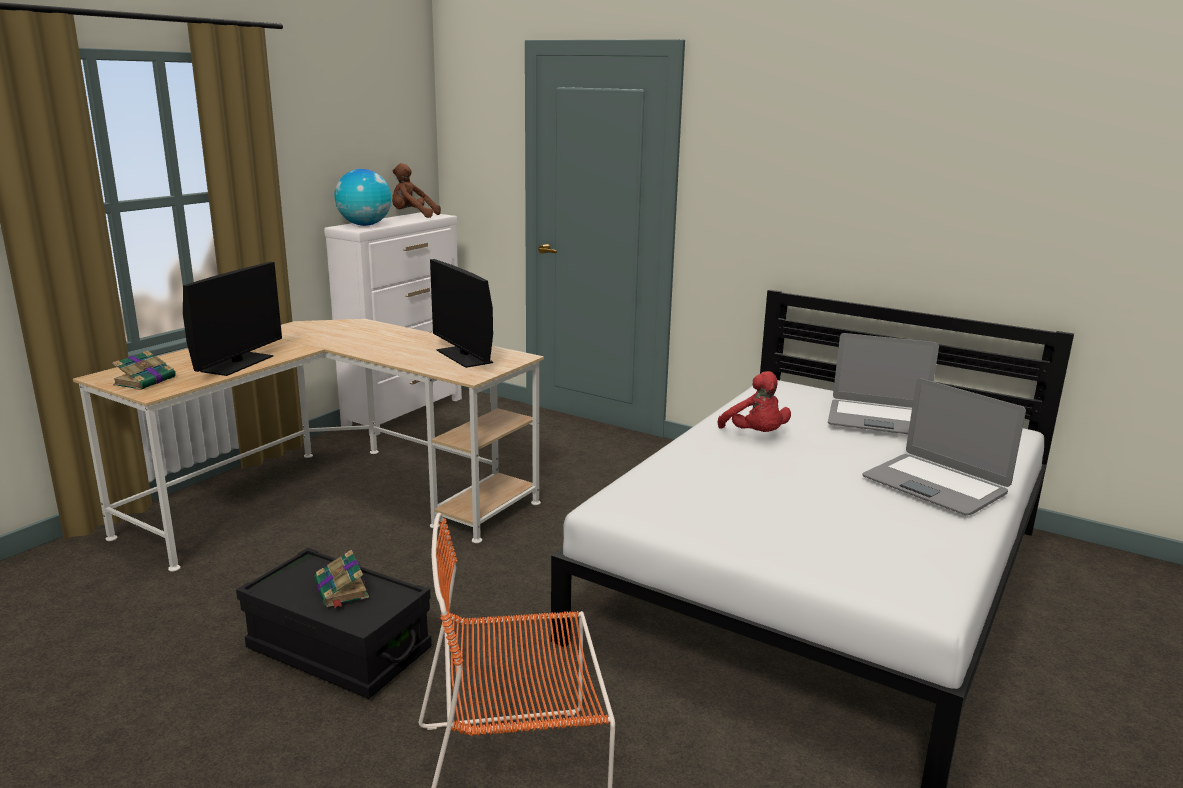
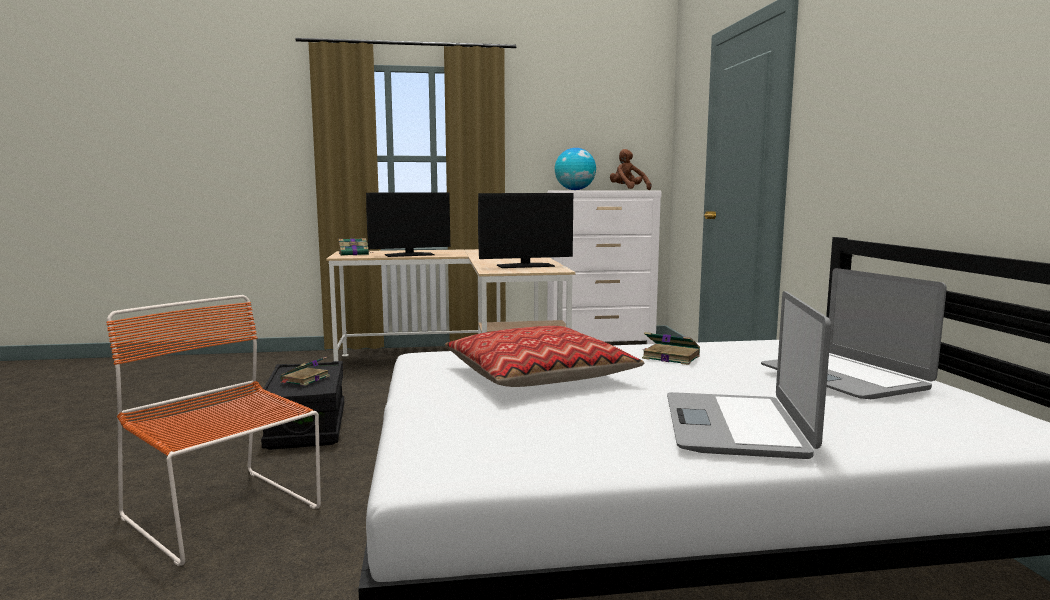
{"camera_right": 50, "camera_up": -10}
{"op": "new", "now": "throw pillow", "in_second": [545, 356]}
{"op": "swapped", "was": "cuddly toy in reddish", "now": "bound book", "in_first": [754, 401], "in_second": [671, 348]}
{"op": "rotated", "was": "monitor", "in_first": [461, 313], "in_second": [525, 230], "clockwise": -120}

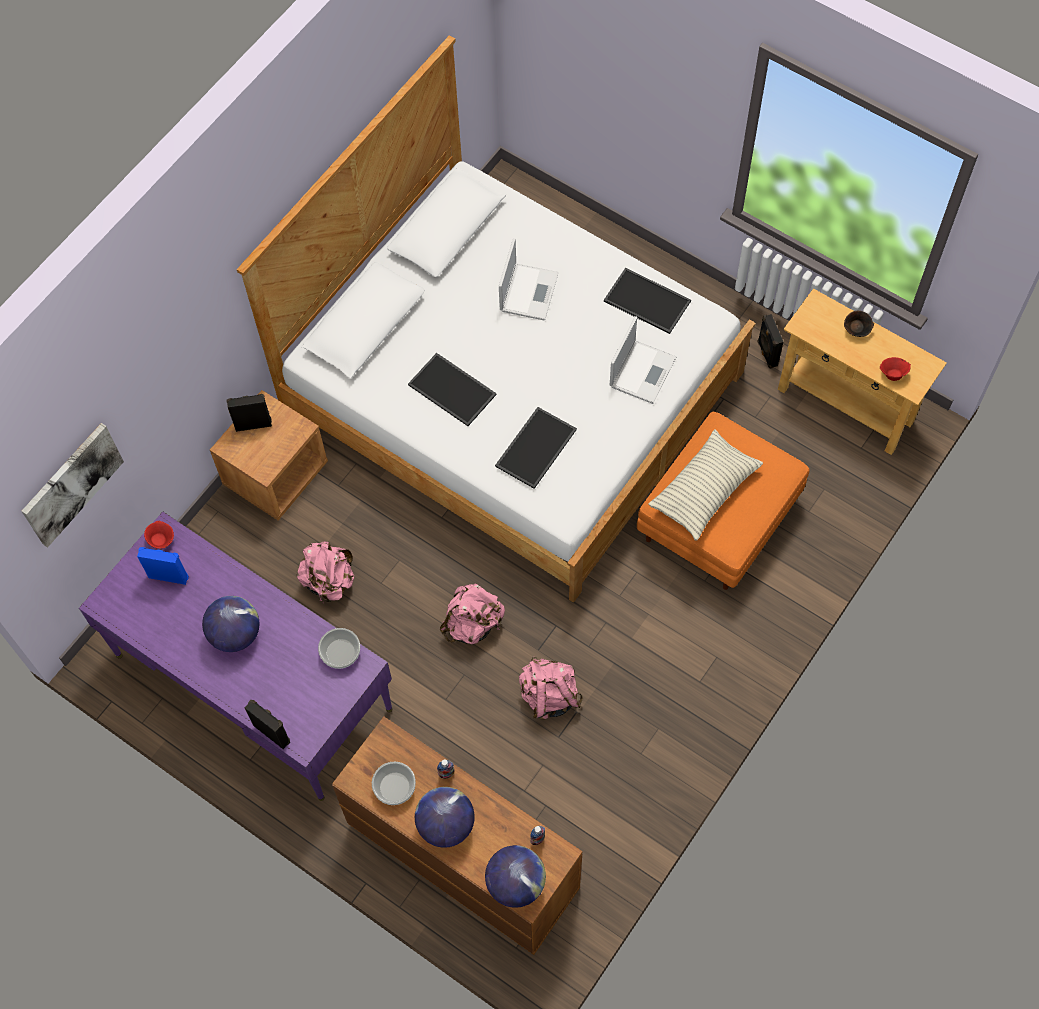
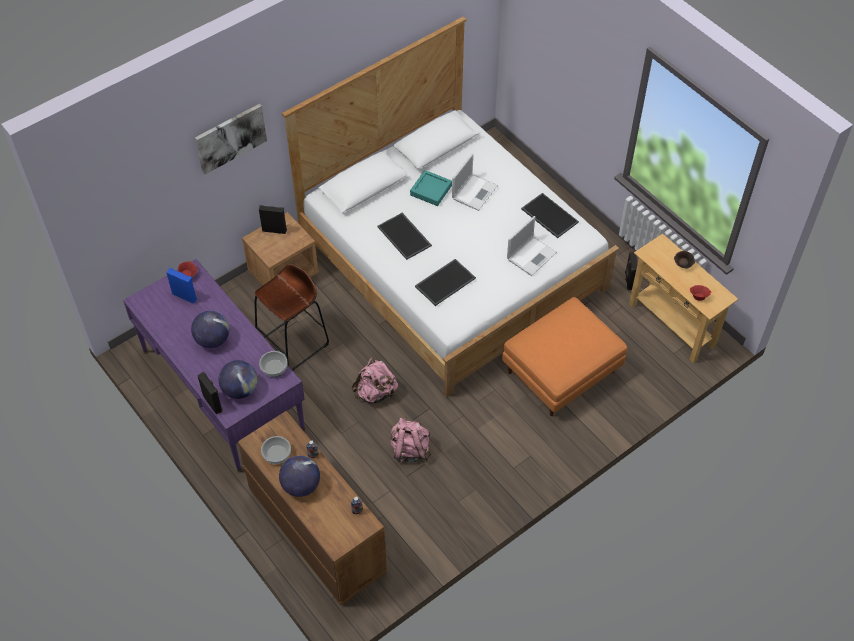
{"camera_right": 15, "camera_up": -10}
{"op": "gone", "was": "throw pillow", "in_first": [705, 485]}
{"op": "new", "now": "tray in turquoise-coloured", "in_second": [431, 188]}
{"op": "shifted", "was": "wall art", "in_first": [73, 485], "in_second": [231, 139]}
{"op": "shifted", "was": "world globe", "in_first": [515, 876], "in_second": [238, 379]}
{"op": "swapped", "was": "backpack in pink-coloured", "now": "sitting stool in brown-coloured", "in_first": [325, 571], "in_second": [291, 317]}

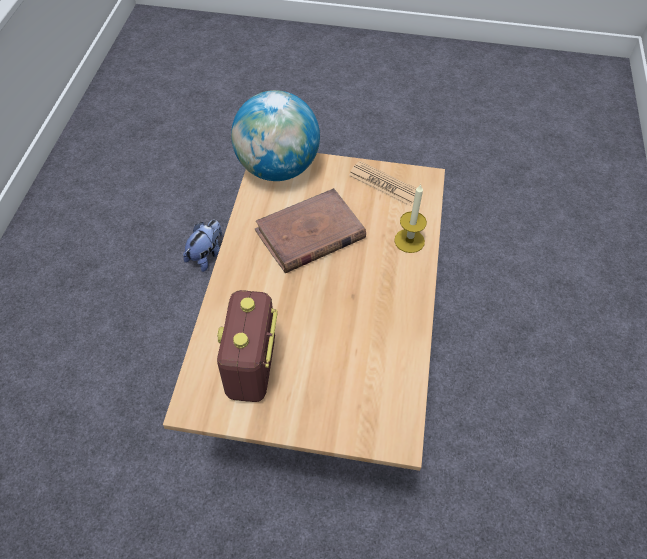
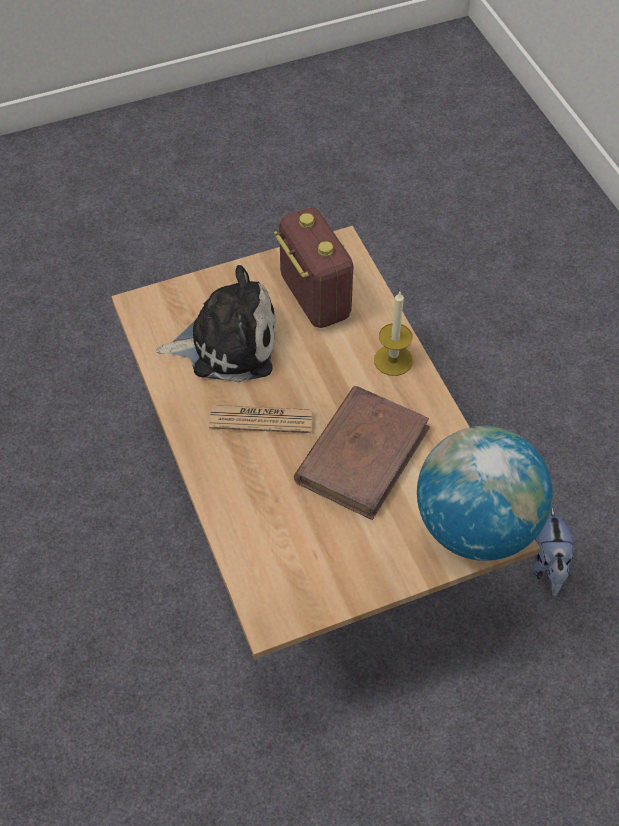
{"camera_right": 150, "camera_up": 0}
{"op": "new", "now": "cuddly toy", "in_second": [216, 323]}
{"op": "shifted", "was": "printed paper", "in_first": [382, 183], "in_second": [261, 419]}
{"op": "shifted", "was": "wax light", "in_first": [410, 218], "in_second": [393, 334]}

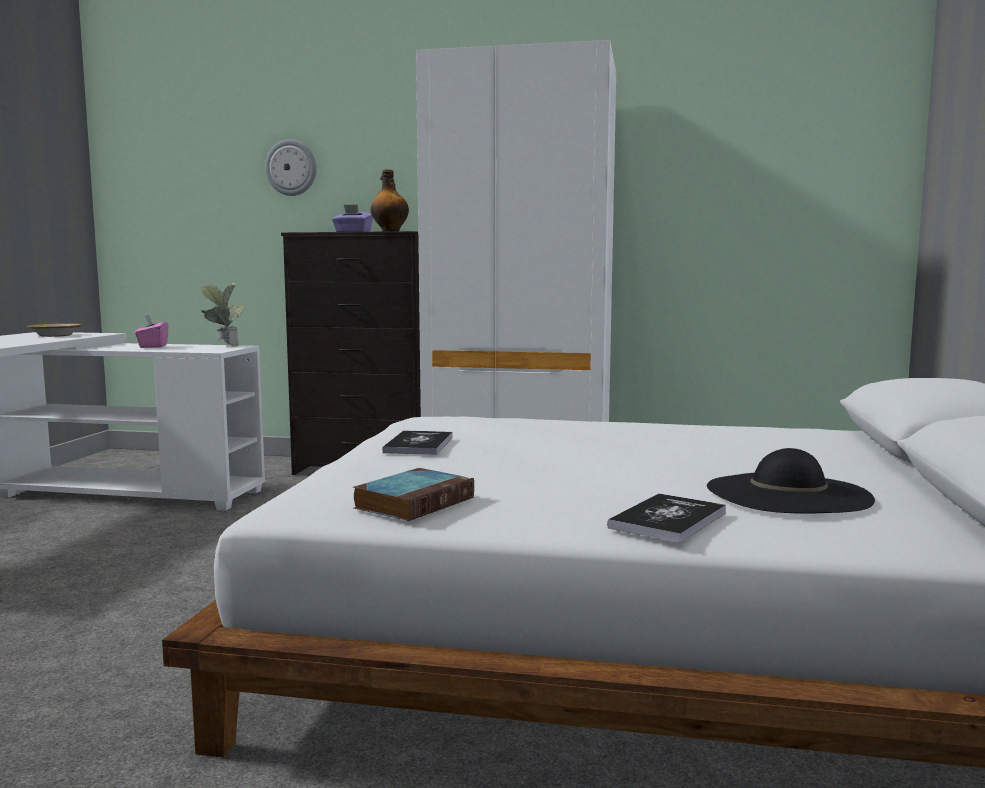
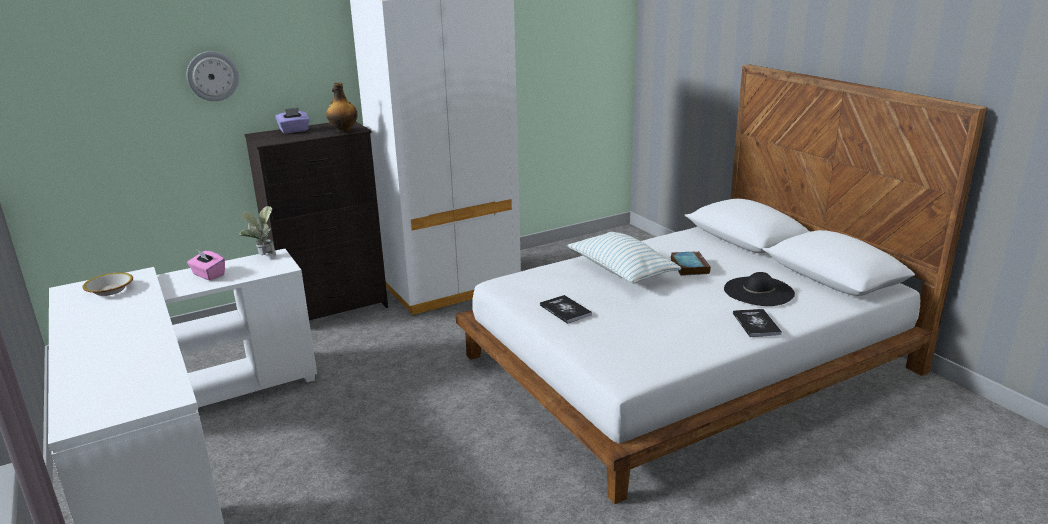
{"camera_right": -40, "camera_up": 15}
{"op": "new", "now": "throw pillow", "in_second": [624, 257]}
{"op": "shifted", "was": "bound book", "in_first": [413, 494], "in_second": [691, 263]}

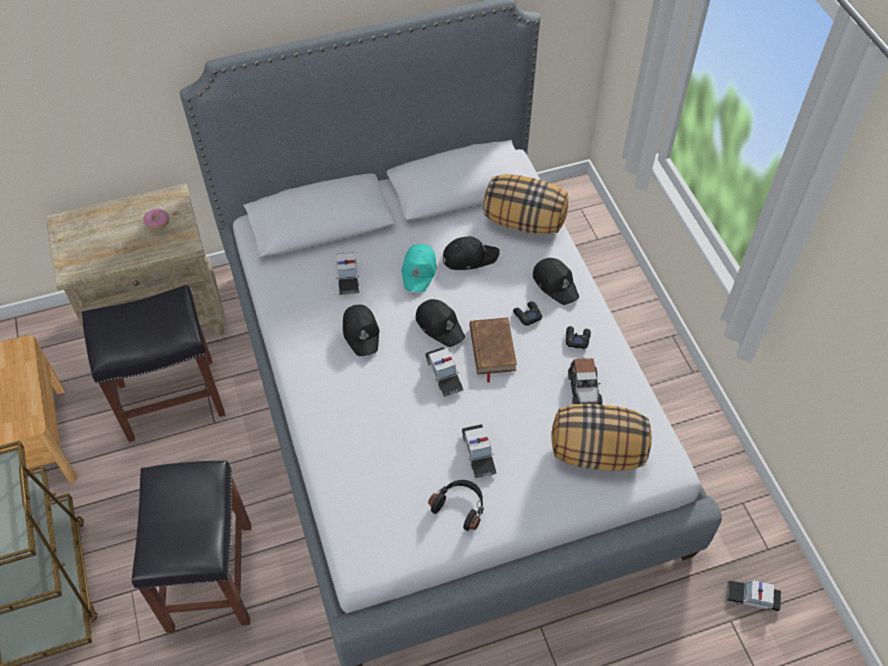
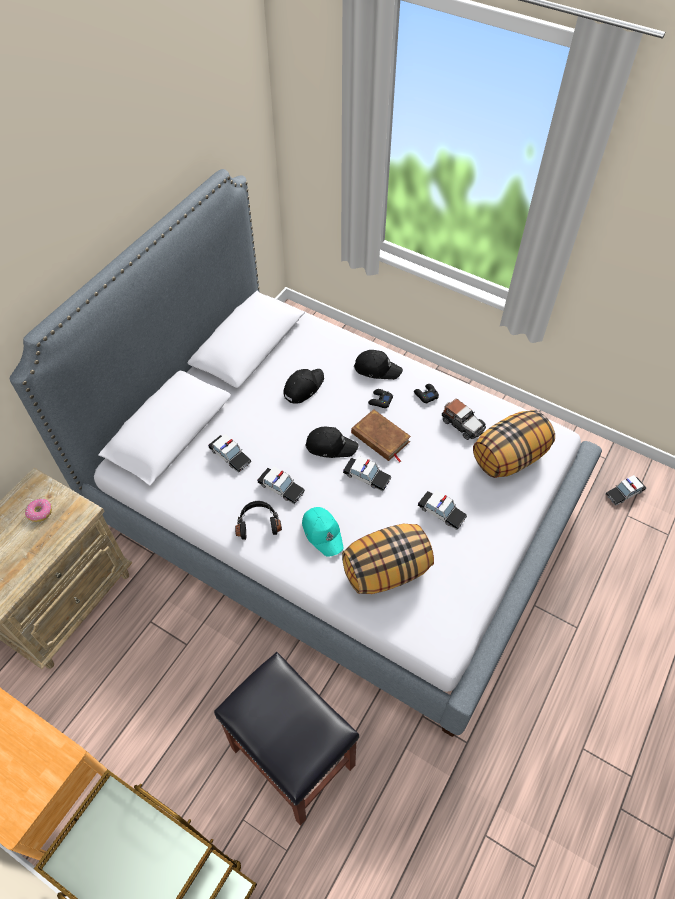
{"camera_right": -40, "camera_up": 0}
{"op": "gone", "was": "sitting stool in blackish", "in_first": [153, 363]}
{"op": "shifted", "was": "baseball cap in turquoise-coloured", "in_first": [418, 268], "in_second": [322, 532]}
{"op": "shifted", "was": "pair of headphones in blackish", "in_first": [456, 505], "in_second": [258, 520]}
{"op": "shifted", "was": "throw pillow", "in_first": [525, 204], "in_second": [388, 559]}
{"op": "swapped", "was": "baseball cap in blackish", "now": "miniature car", "in_first": [361, 330], "in_second": [281, 485]}

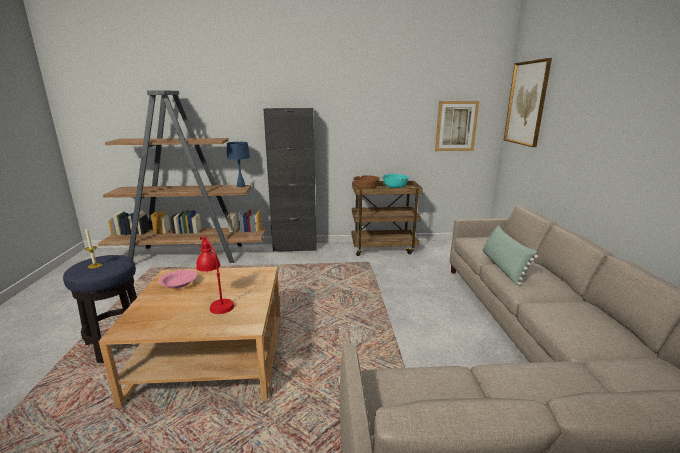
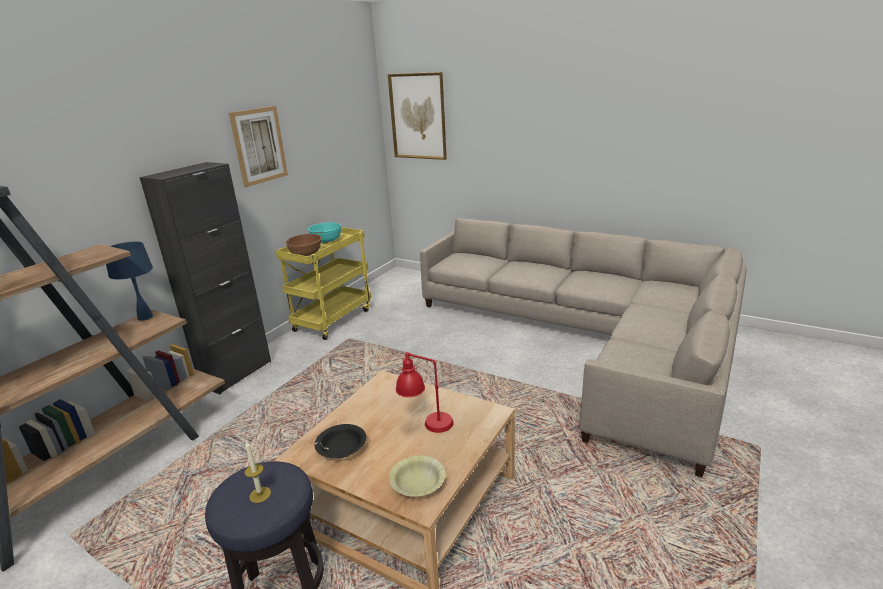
{"camera_right": -55, "camera_up": 5}
{"op": "gone", "was": "throw pillow in green", "in_first": [510, 255]}
{"op": "new", "now": "bowl in yellow", "in_second": [417, 476]}
{"op": "shifted", "was": "wall art", "in_first": [457, 126], "in_second": [258, 146]}
{"op": "repainted", "was": "bowl in pink-coloured", "now": "bowl in blackish", "in_first": [177, 279], "in_second": [340, 441]}
{"op": "repainted", "was": "trolley in brown-coloured", "now": "trolley in yellow", "in_first": [387, 218], "in_second": [324, 283]}

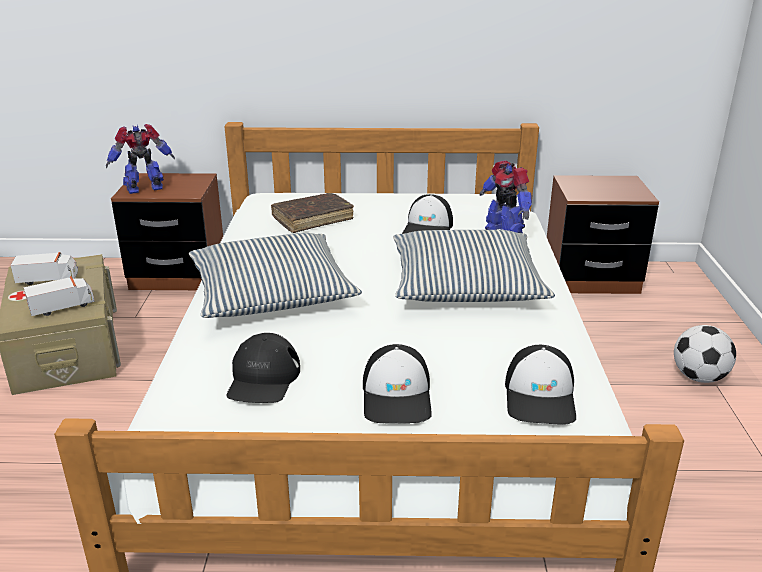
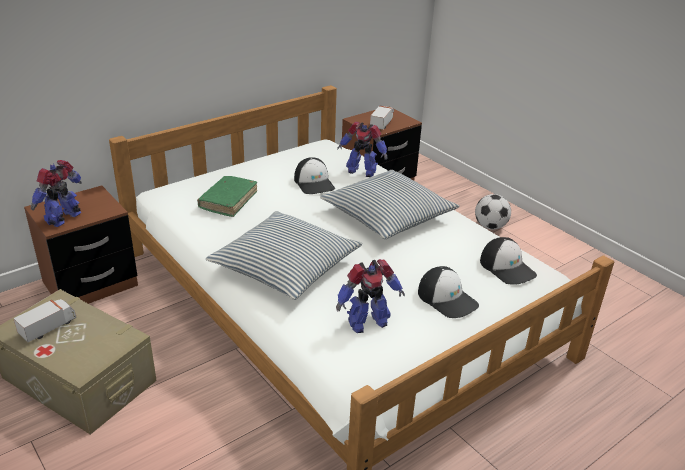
{"camera_right": -40, "camera_up": 5}
{"op": "shifted", "was": "model truck", "in_first": [59, 296], "in_second": [382, 117]}
{"op": "swapped", "was": "baseball cap in blackish", "now": "toy robot", "in_first": [263, 368], "in_second": [370, 296]}
{"op": "repainted", "was": "bound book in brown-coloured", "now": "bound book in green", "in_first": [312, 213], "in_second": [227, 196]}

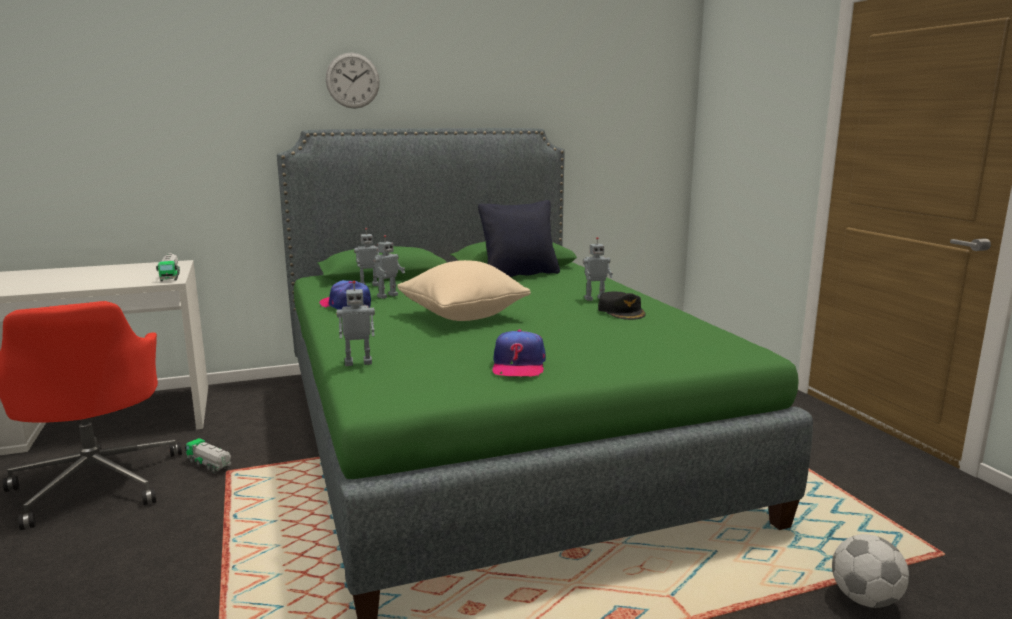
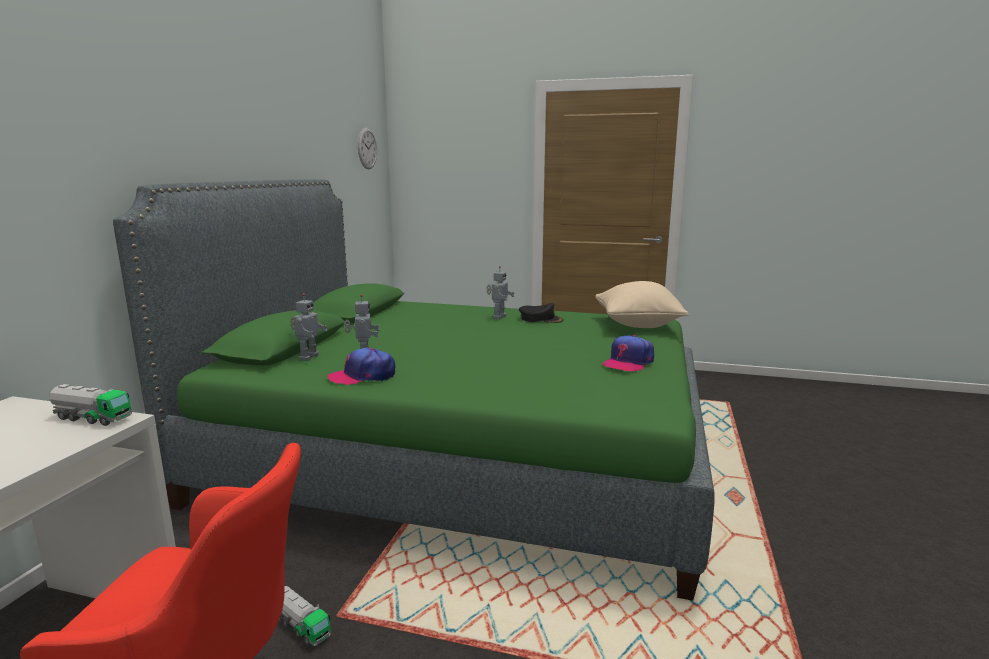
{"camera_right": -55, "camera_up": 0}
{"op": "gone", "was": "toy robot", "in_first": [355, 323]}
{"op": "gone", "was": "throw pillow in blackish", "in_first": [519, 238]}
{"op": "gone", "was": "football ball", "in_first": [870, 571]}
{"op": "shifted", "was": "hanging clock", "in_first": [353, 81], "in_second": [367, 149]}
{"op": "shifted", "was": "throw pillow in sand-coloured", "in_first": [464, 290], "in_second": [642, 304]}
{"op": "rotated", "was": "model truck", "in_first": [208, 455], "in_second": [305, 616], "clockwise": -120}
{"op": "rotated", "was": "baseball cap", "in_first": [519, 353], "in_second": [628, 353], "clockwise": 90}

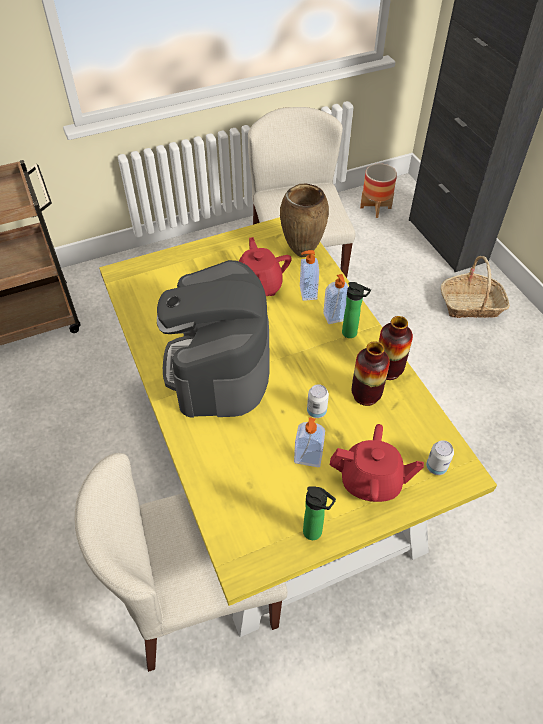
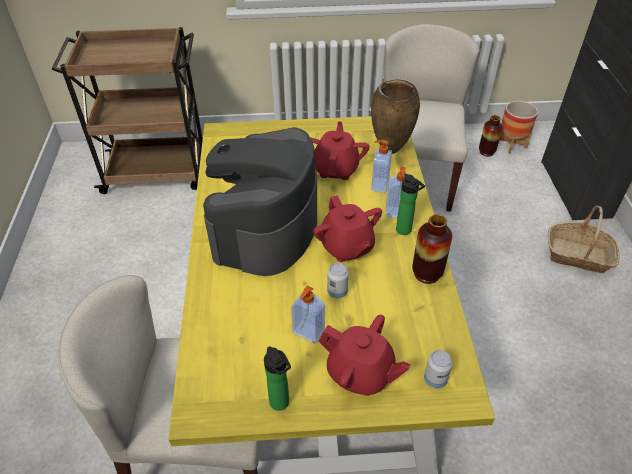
{"camera_right": 20, "camera_up": -5}
{"op": "new", "now": "pot for tea in reddish", "in_second": [347, 228]}
{"op": "shifted", "was": "vase", "in_first": [370, 373], "in_second": [491, 136]}

